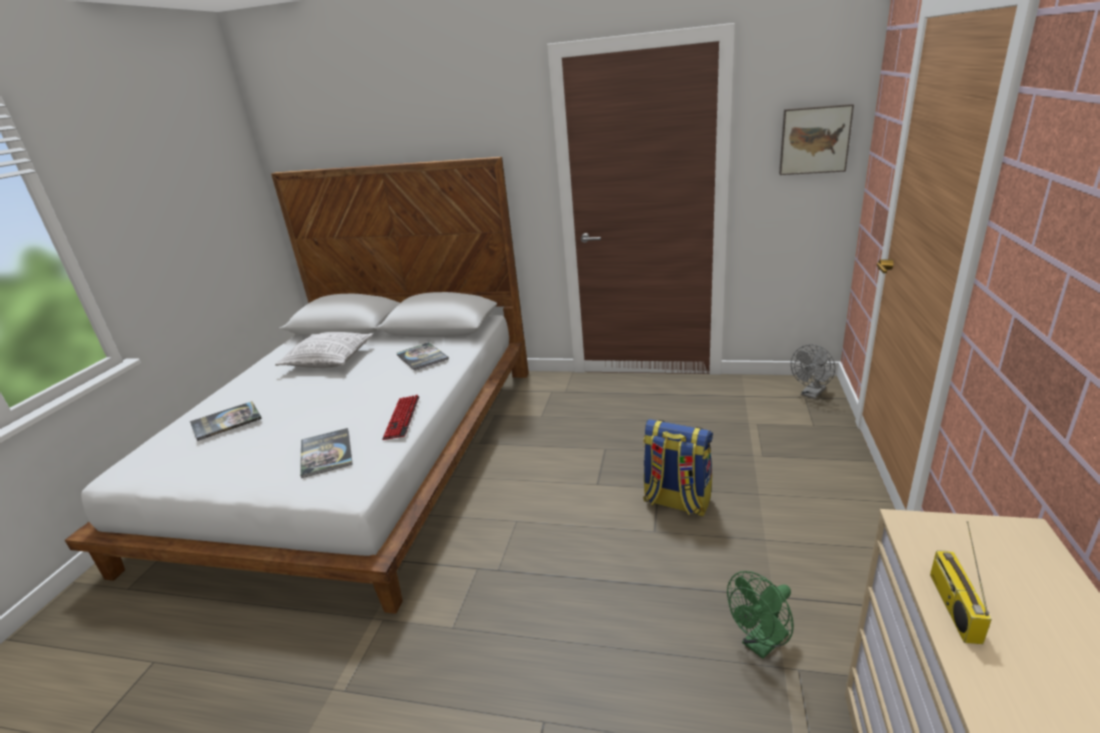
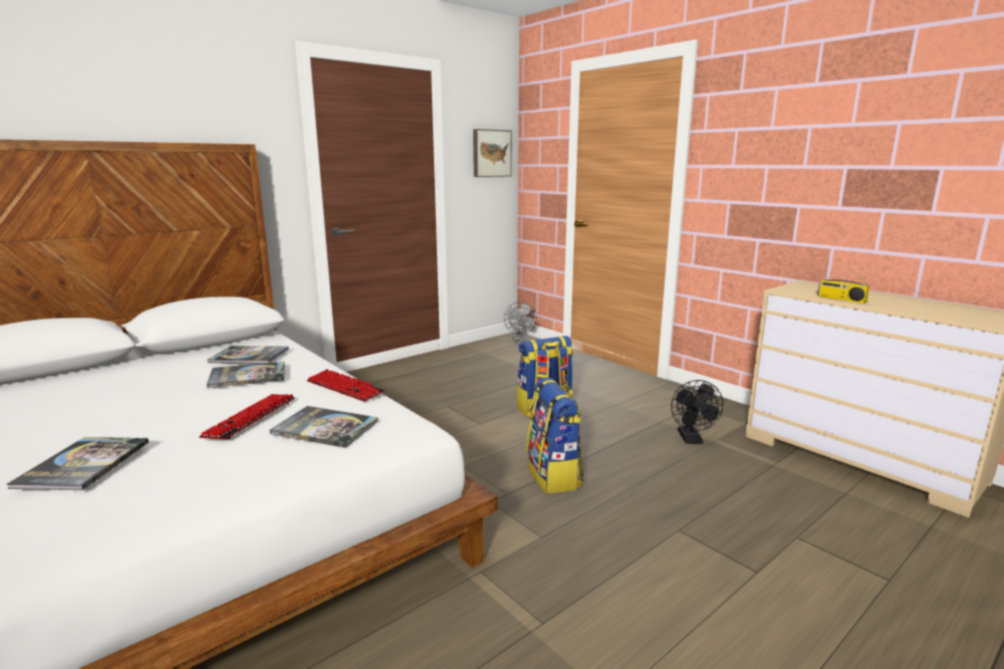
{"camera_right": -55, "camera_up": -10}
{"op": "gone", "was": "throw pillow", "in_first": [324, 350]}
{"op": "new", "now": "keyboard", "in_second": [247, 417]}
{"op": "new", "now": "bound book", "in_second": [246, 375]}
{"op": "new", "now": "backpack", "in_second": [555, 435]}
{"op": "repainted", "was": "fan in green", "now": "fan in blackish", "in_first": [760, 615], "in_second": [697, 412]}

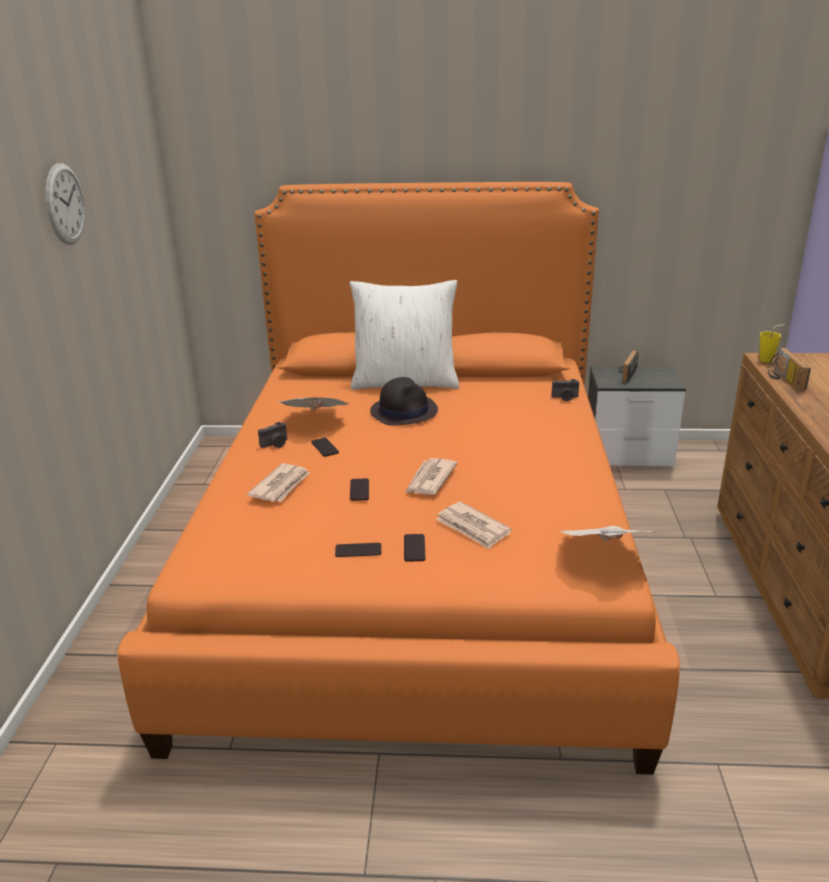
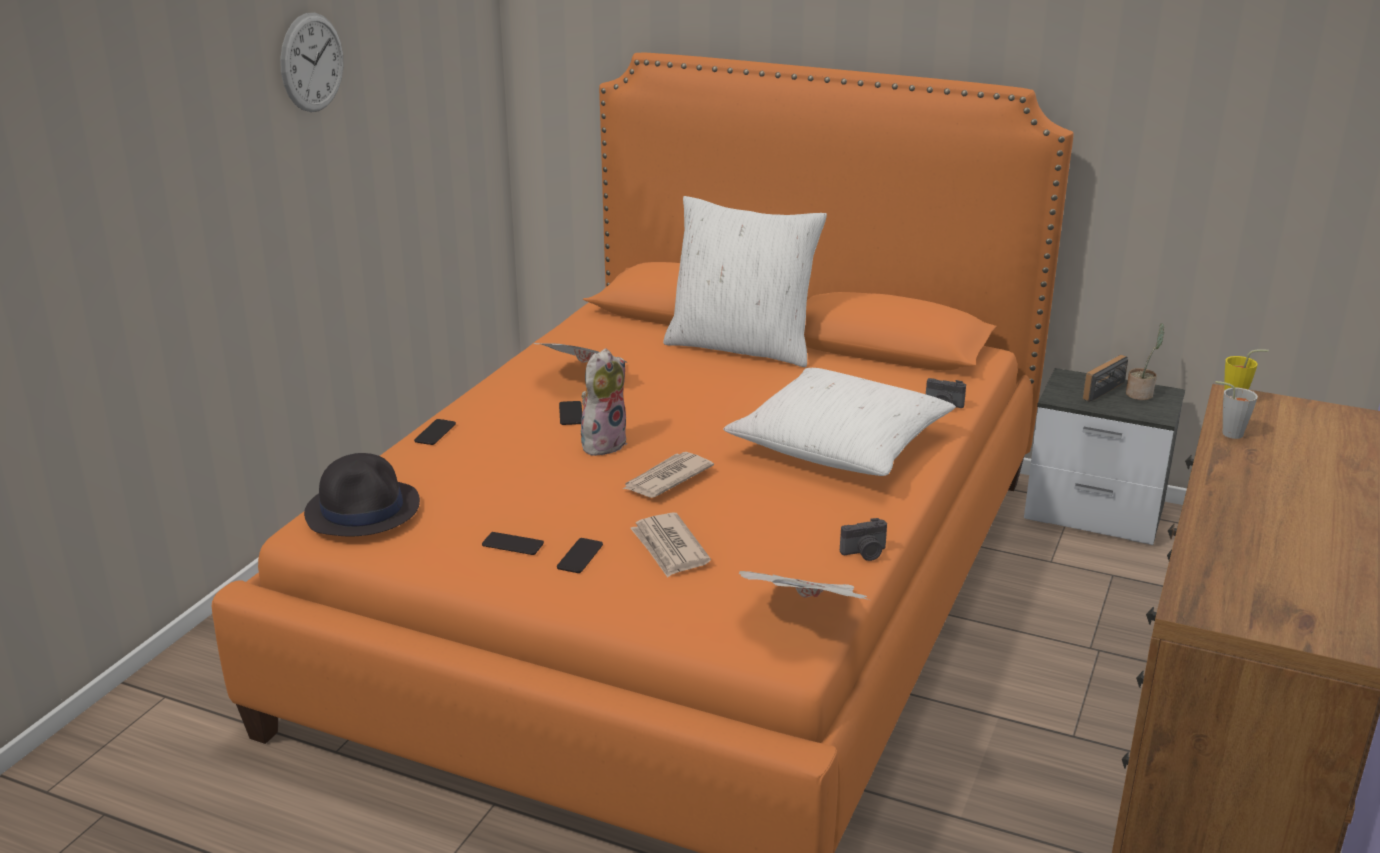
{"camera_right": 20, "camera_up": 0}
{"op": "gone", "was": "printed paper", "in_first": [278, 482]}
{"op": "new", "now": "cuddly toy", "in_second": [604, 402]}
{"op": "new", "now": "throw pillow in white", "in_second": [839, 422]}
{"op": "new", "now": "potted plant", "in_second": [1145, 361]}
{"op": "shifted", "was": "still camera", "in_first": [272, 435], "in_second": [863, 539]}
{"op": "shifted", "was": "handset", "in_first": [359, 489], "in_second": [435, 432]}
{"op": "shifted", "was": "wearable hat in blackish", "in_first": [404, 401], "in_second": [362, 495]}
{"op": "swapped", "was": "radio", "now": "cup in grey", "in_first": [789, 369], "in_second": [1236, 410]}

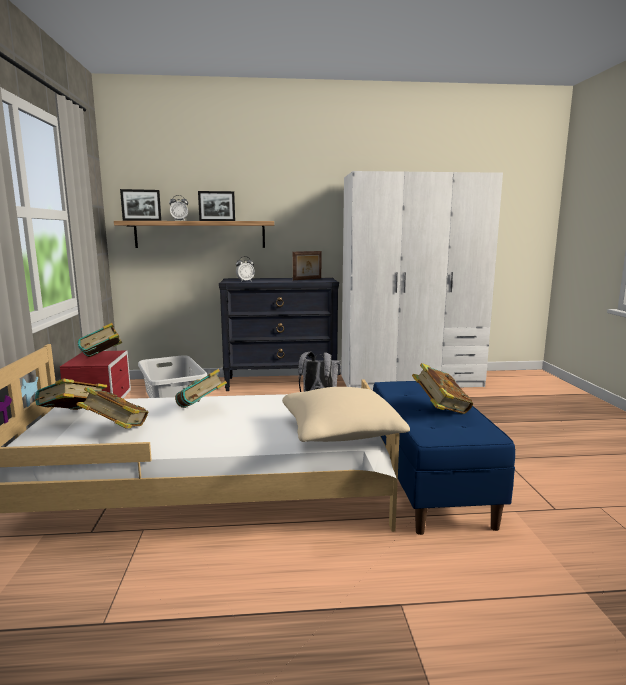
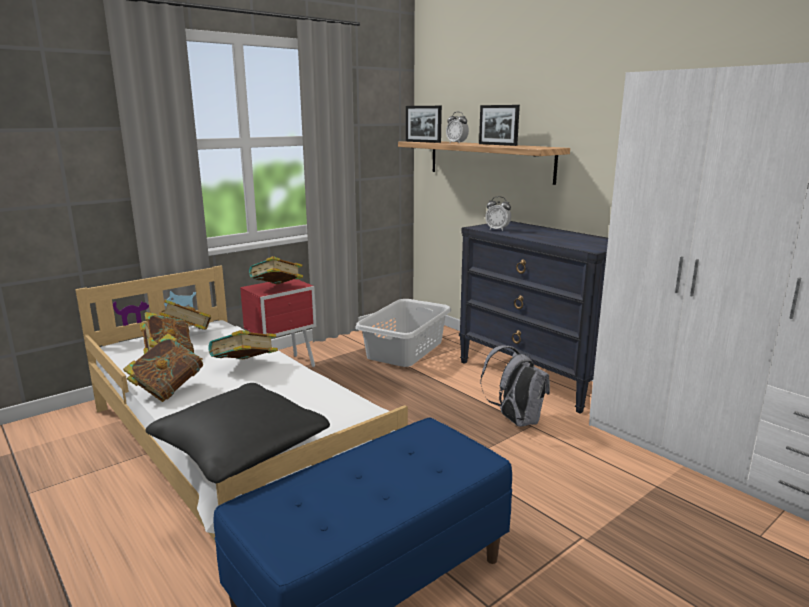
{"camera_right": 55, "camera_up": 5}
{"op": "gone", "was": "standing frame", "in_first": [306, 265]}
{"op": "shifted", "was": "bound book", "in_first": [442, 388], "in_second": [163, 367]}
{"op": "repainted", "was": "throw pillow in sand-coloured", "now": "throw pillow in blackish", "in_first": [346, 414], "in_second": [238, 433]}

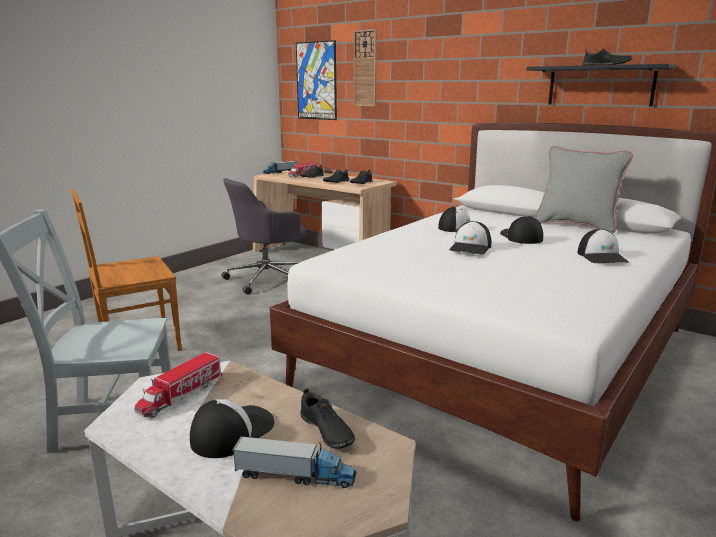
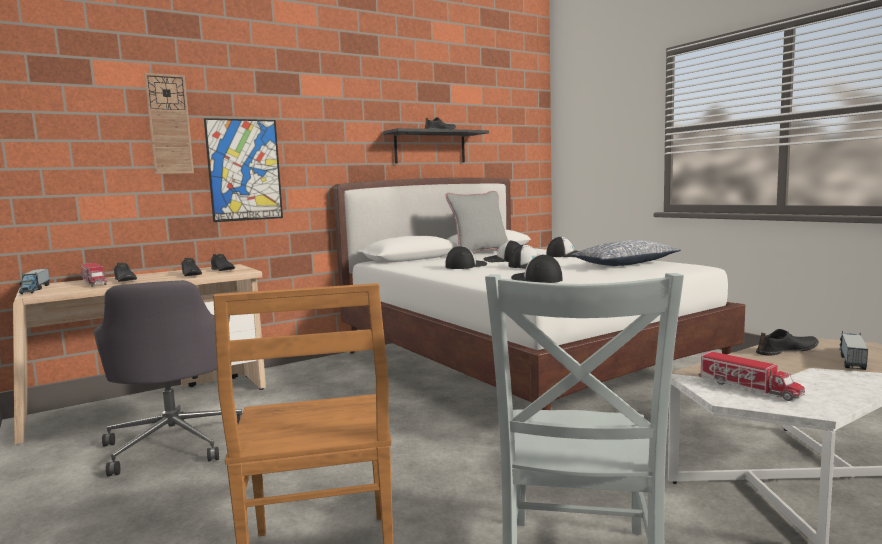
{"camera_right": -70, "camera_up": -10}
{"op": "new", "now": "throw pillow", "in_second": [626, 253]}
{"op": "shifted", "was": "baseball cap", "in_first": [232, 428], "in_second": [537, 268]}
{"op": "shifted", "was": "wall art", "in_first": [316, 80], "in_second": [243, 170]}

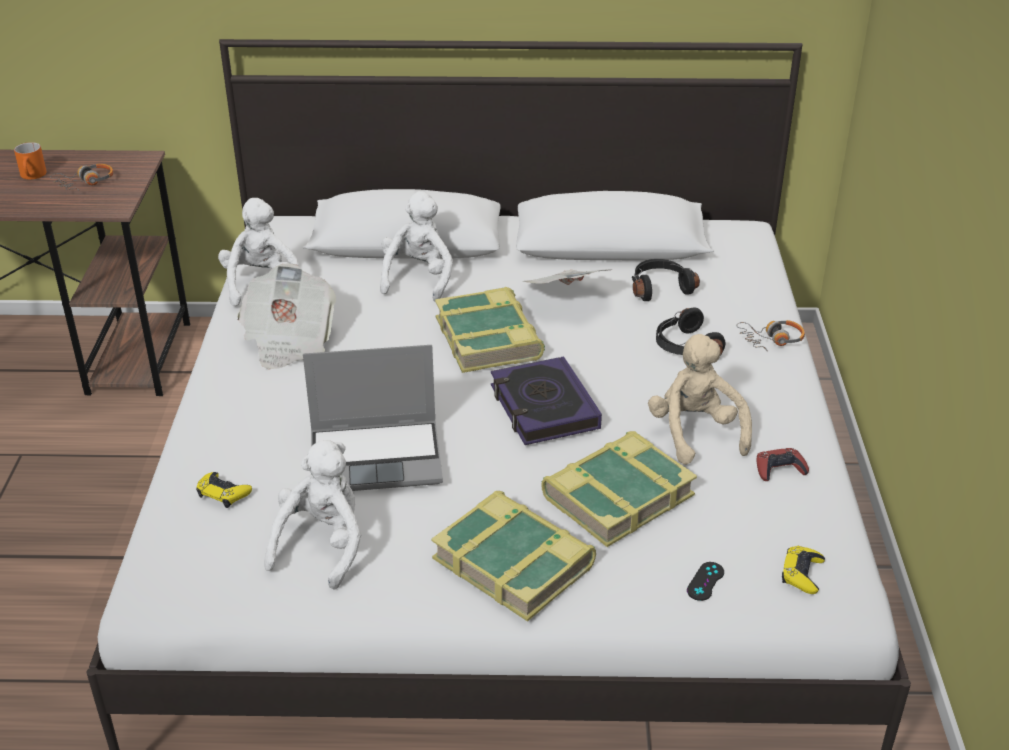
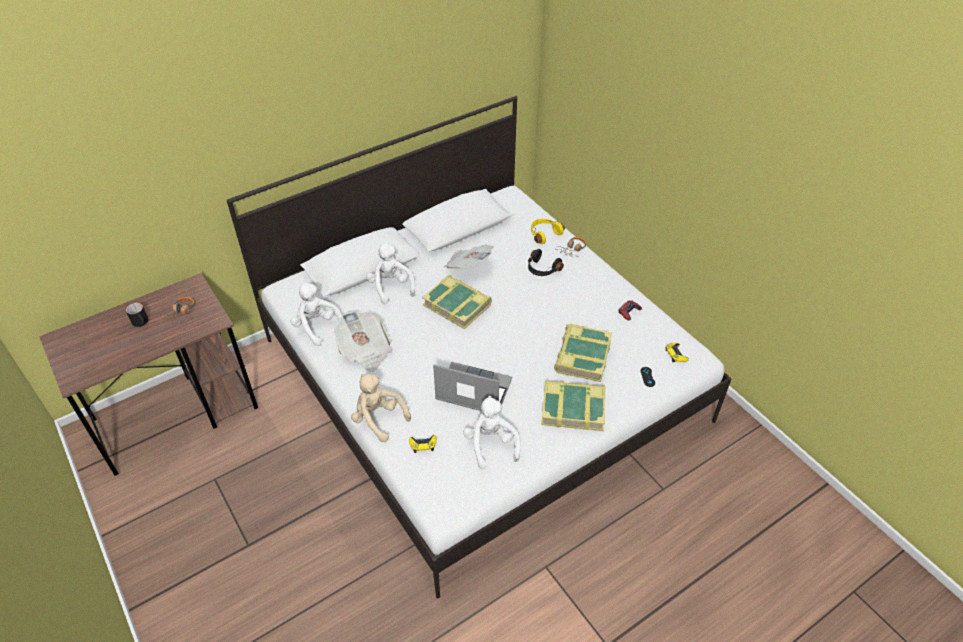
{"camera_right": -35, "camera_up": 10}
{"op": "gone", "was": "bound book", "in_first": [546, 400]}
{"op": "gone", "was": "pair of headphones in blackish", "in_first": [666, 280]}
{"op": "new", "now": "pair of headphones in yellow", "in_second": [548, 231]}
{"op": "shifted", "was": "cuddly toy in sand-coloured", "in_first": [700, 399], "in_second": [381, 408]}
{"op": "repainted", "was": "coffee mug in orange-coloured", "now": "coffee mug in blackish", "in_first": [30, 160], "in_second": [137, 315]}
{"op": "rotated", "was": "portable computer", "in_first": [373, 418], "in_second": [472, 386], "clockwise": -120}

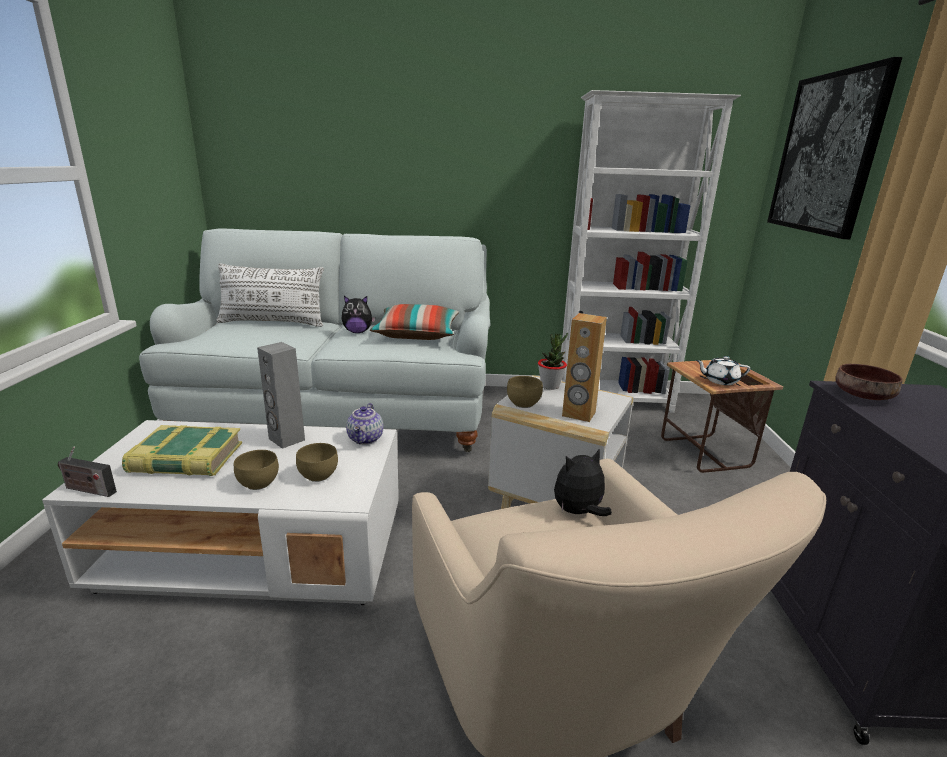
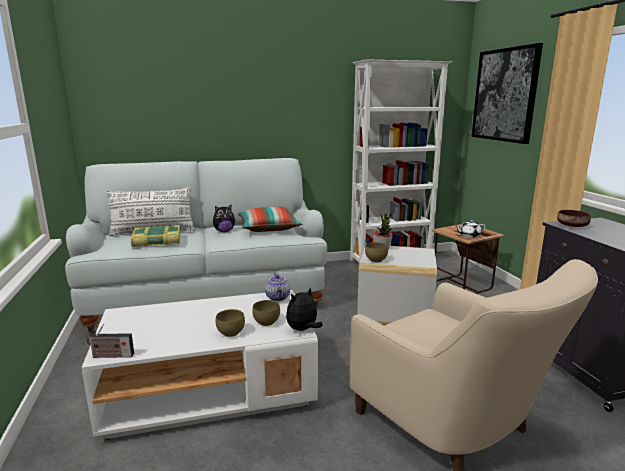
{"camera_right": -15, "camera_up": -5}
{"op": "gone", "was": "loudspeaker in grey", "in_first": [281, 395]}
{"op": "gone", "was": "loudspeaker in brown-coloured", "in_first": [584, 367]}
{"op": "shifted", "was": "bound book", "in_first": [182, 450], "in_second": [155, 236]}
{"op": "shifted", "was": "cuddly toy", "in_first": [583, 482], "in_second": [304, 309]}

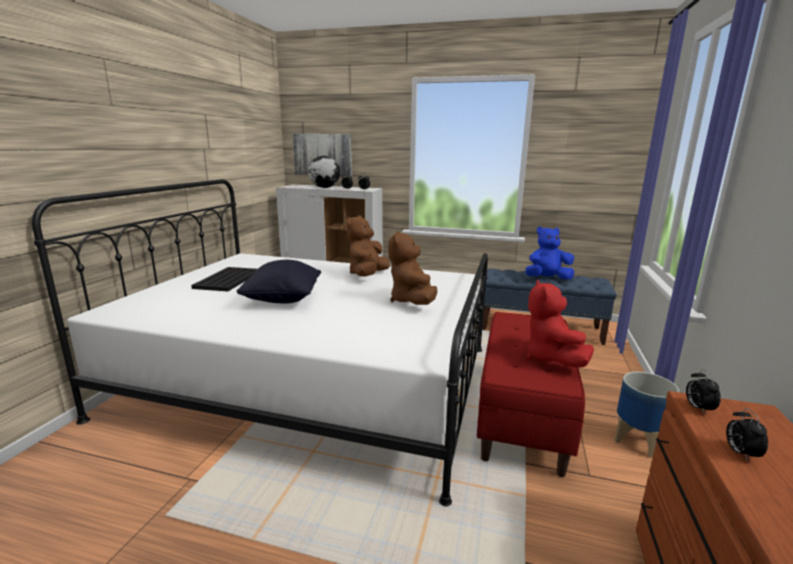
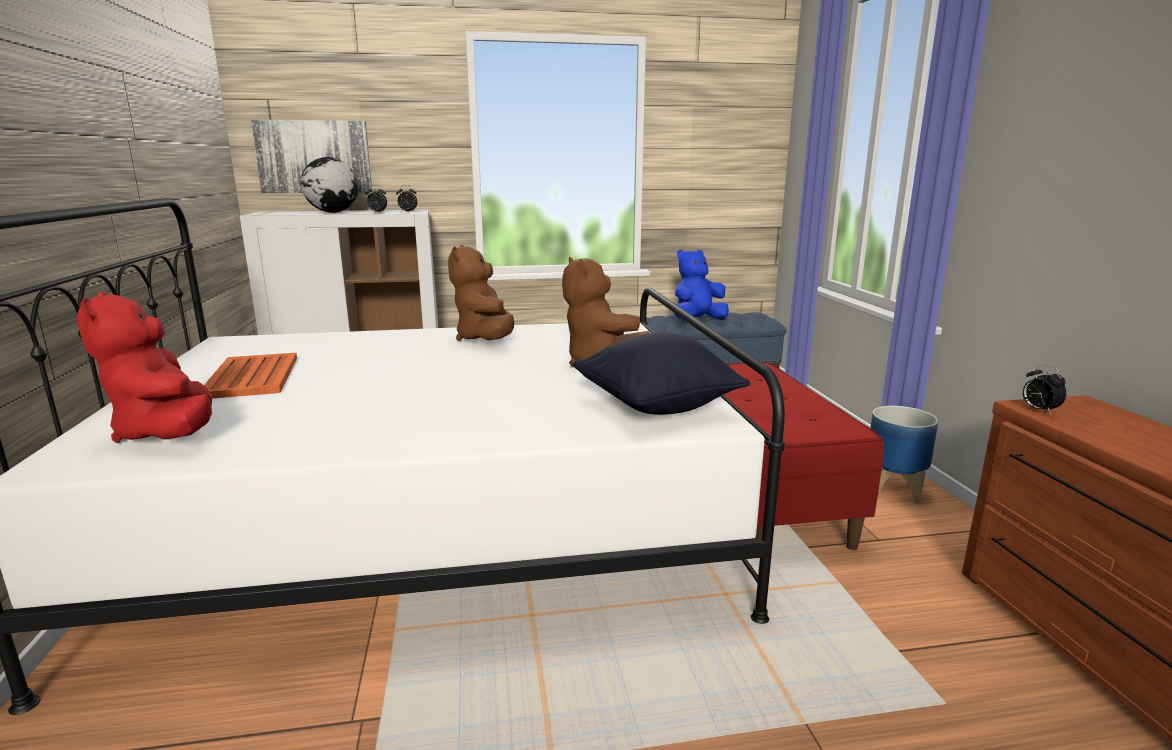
{"camera_right": -25, "camera_up": 0}
{"op": "gone", "was": "table clock", "in_first": [747, 435]}
{"op": "shifted", "was": "throw pillow in blackish", "in_first": [279, 282], "in_second": [661, 373]}
{"op": "shifted", "was": "cuddly toy in reddish", "in_first": [560, 323], "in_second": [144, 367]}
{"op": "repainted", "was": "tray in blackish", "now": "tray in orange-coloured", "in_first": [224, 279], "in_second": [250, 376]}

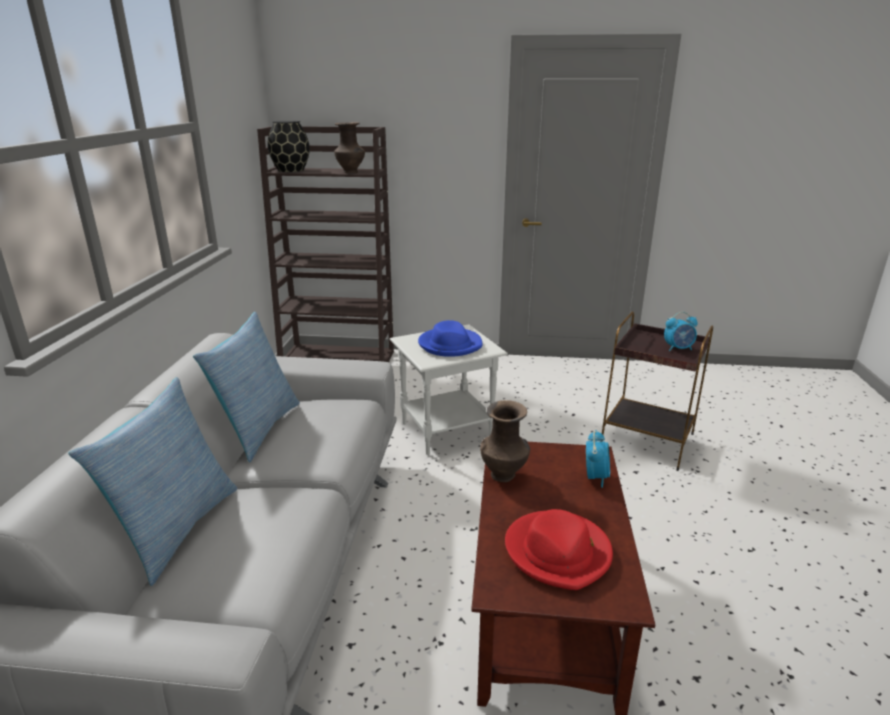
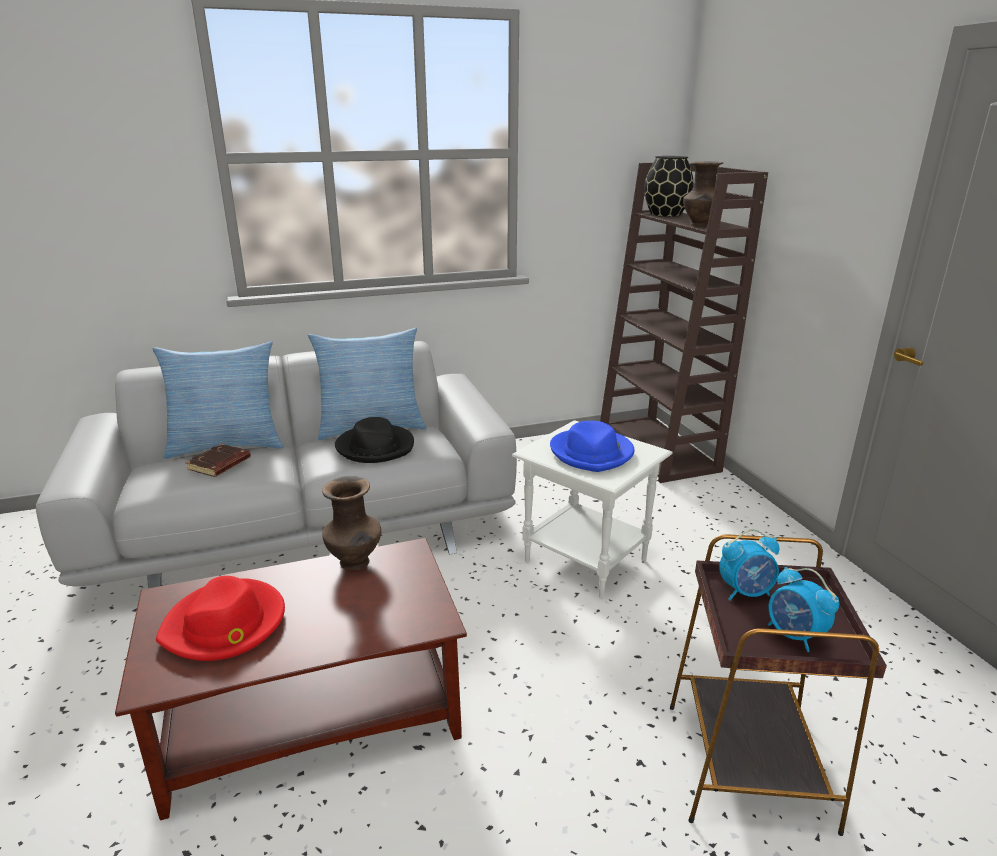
{"camera_right": 65, "camera_up": 0}
{"op": "new", "now": "bound book in brown-coloured", "in_second": [218, 460]}
{"op": "new", "now": "wearable hat in blackish", "in_second": [374, 440]}
{"op": "shifted", "was": "table clock", "in_first": [598, 459], "in_second": [749, 565]}

